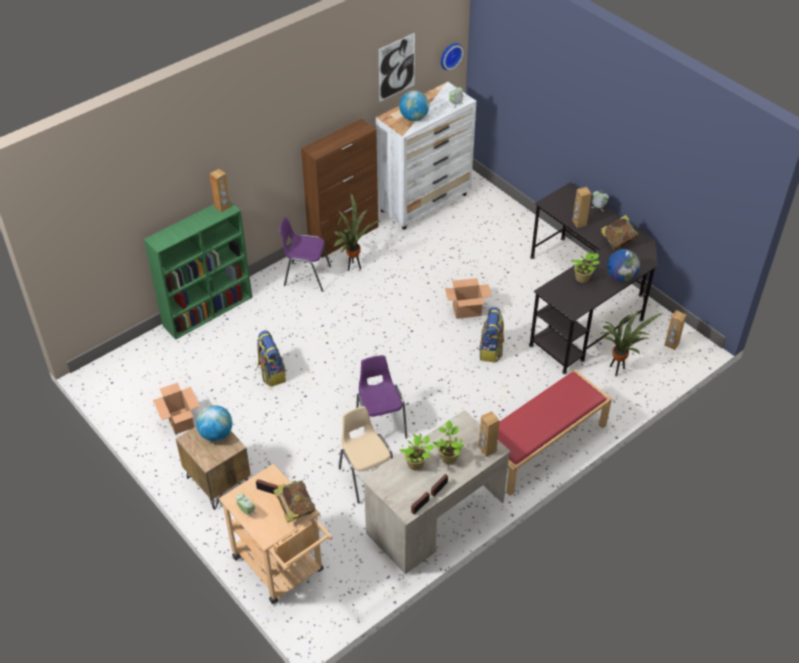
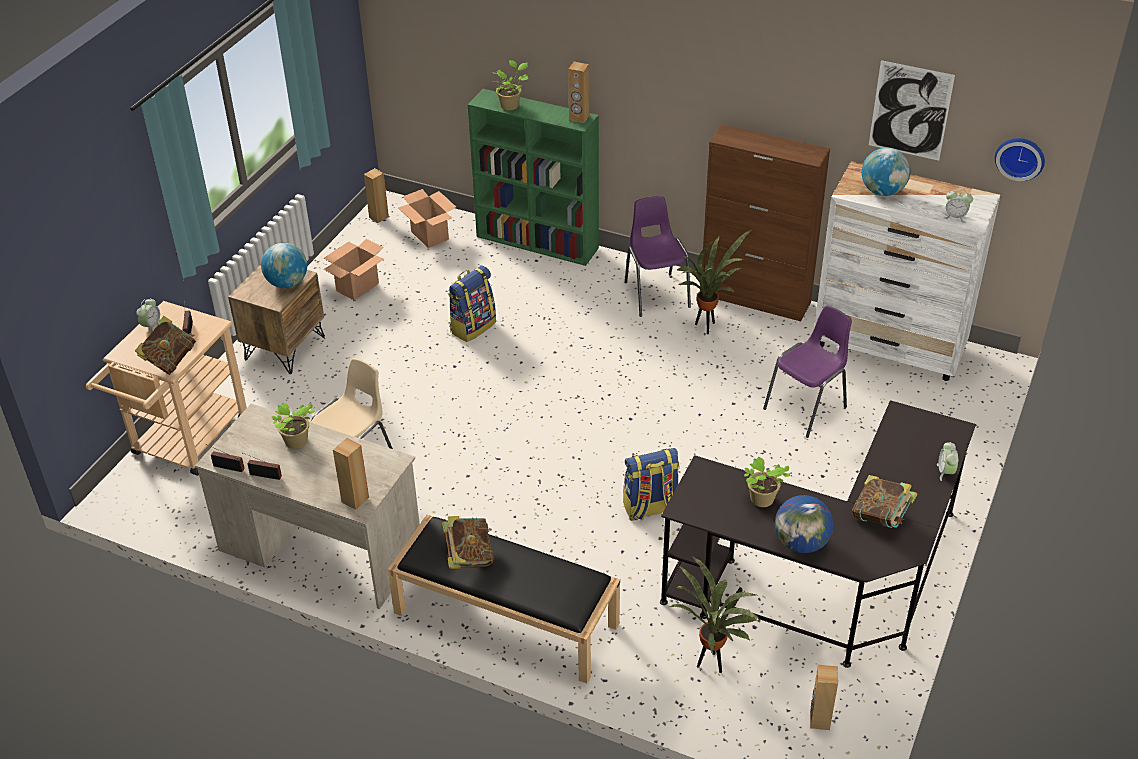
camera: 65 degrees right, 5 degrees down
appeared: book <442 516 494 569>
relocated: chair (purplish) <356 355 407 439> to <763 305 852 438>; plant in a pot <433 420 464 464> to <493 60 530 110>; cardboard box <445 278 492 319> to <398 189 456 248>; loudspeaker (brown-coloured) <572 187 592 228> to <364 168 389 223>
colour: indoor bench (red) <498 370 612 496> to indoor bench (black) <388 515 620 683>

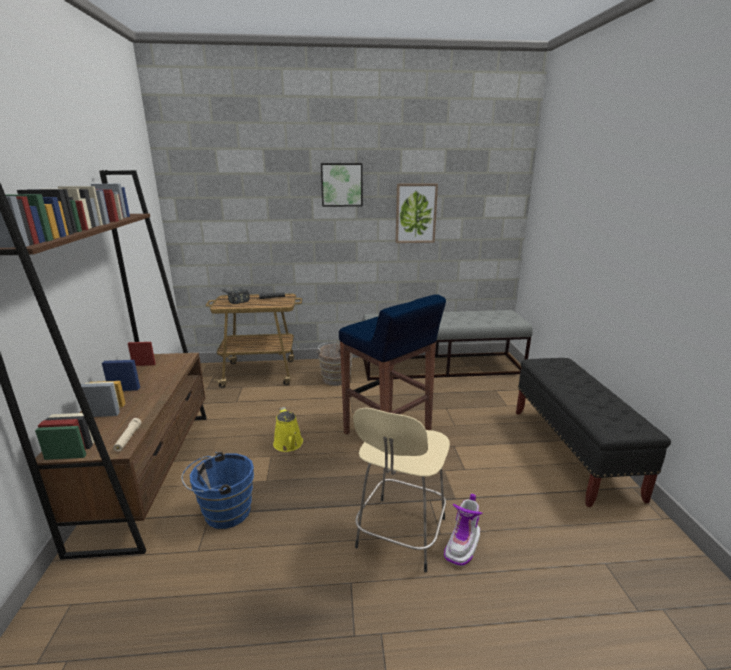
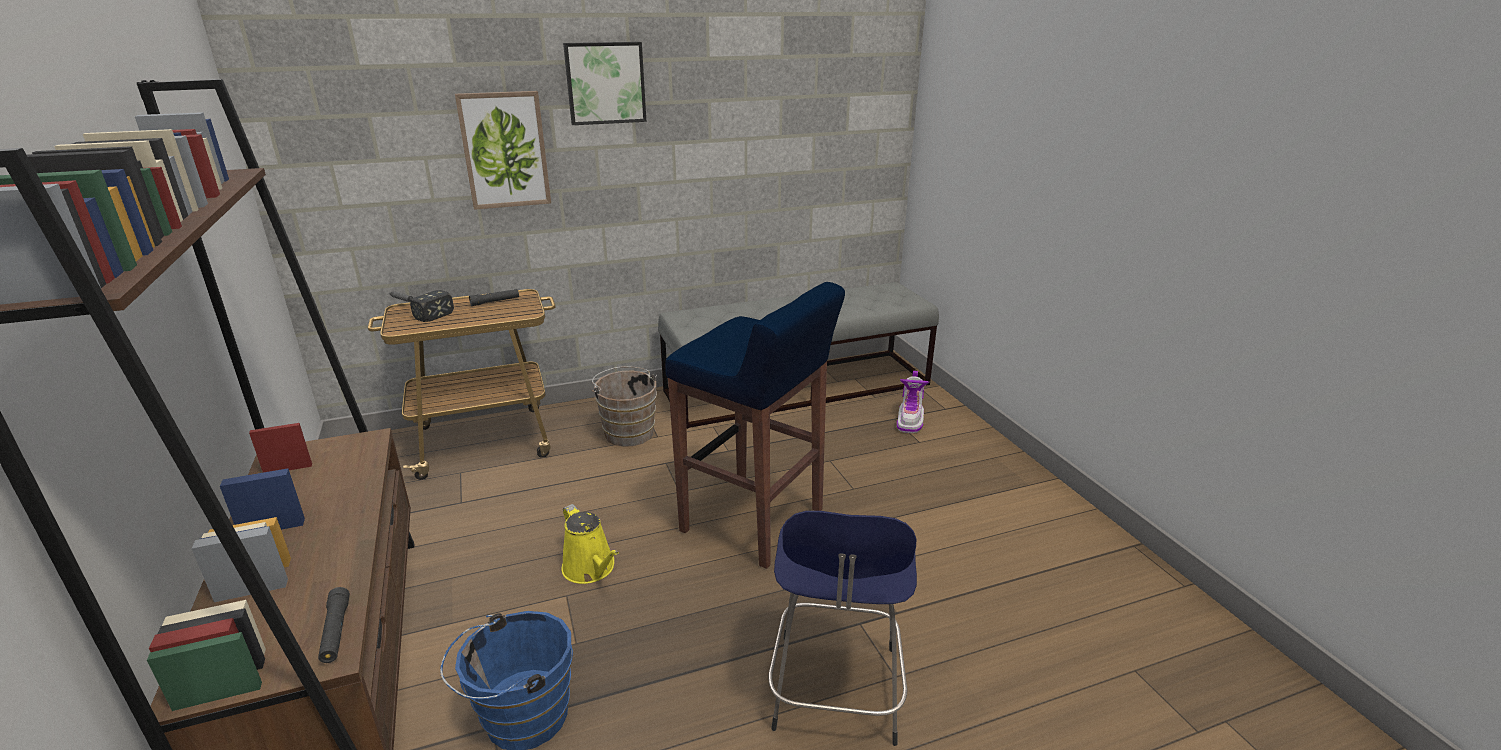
camera: 15 degrees left, 5 degrees up
missing: indoor bench (black) <516 358 671 507>
relocated: wall art <395 183 438 243> to <455 91 551 210>; boot <444 493 483 566> to <897 371 929 433>
colour: flashlight (beige-coloured) <113 418 142 452> to flashlight (black) <318 587 350 663>; stool (beige-coloured) <353 407 450 573> to stool (bluish) <768 511 917 746>

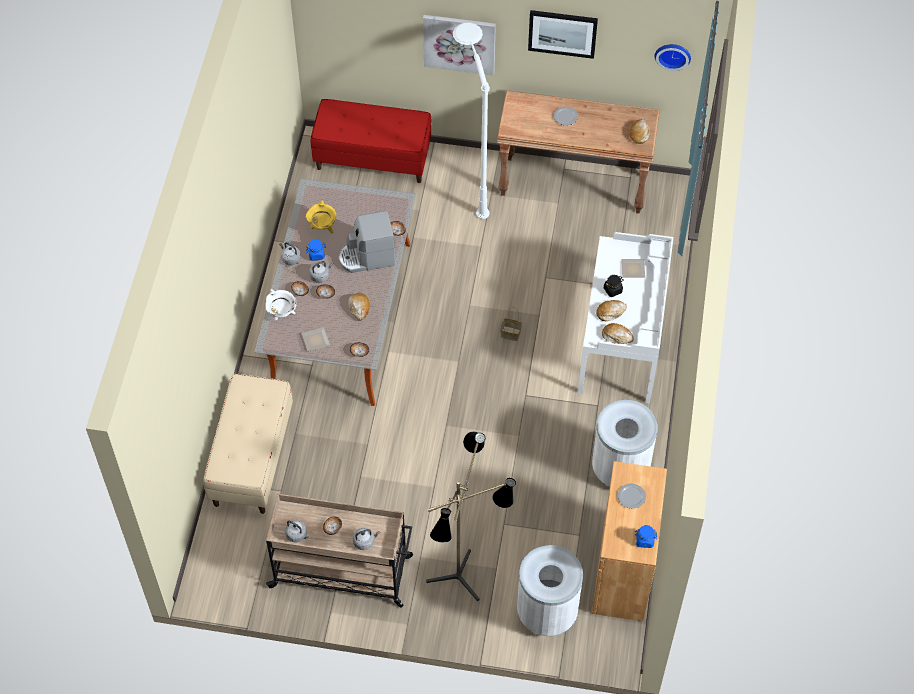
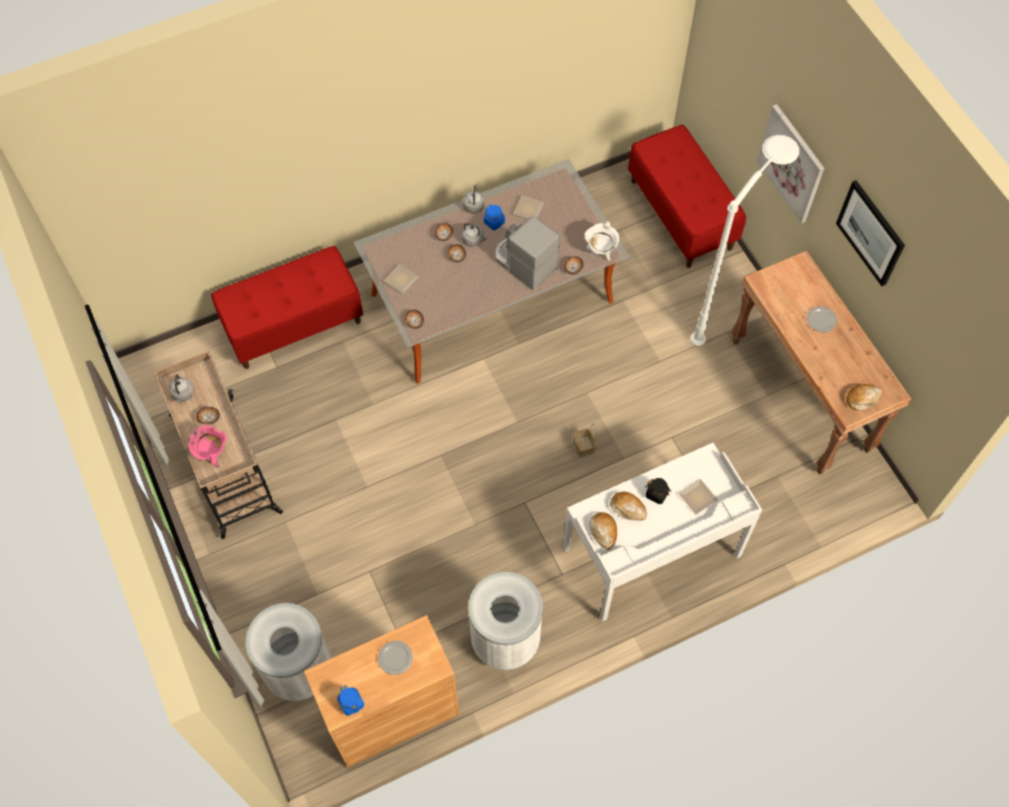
camera: 55 degrees right, 5 degrees up
missing: bakery bread <348 293 370 321>; standard lamp <426 432 516 601>; wall clock <655 44 691 71>
relocated: cooking pot (whitish) <265 289 297 321> to <584 221 619 261>
exchanged: cooking pot (yellow-coloured) <306 200 336 233> to flat dish <513 195 545 219>; water kettle (gray) <353 528 380 550> to cooking pot (pink-coloured) <188 425 227 467>
colour: indoor bench (beige-coloured) <203 374 293 514> to indoor bench (red) <211 246 363 369>

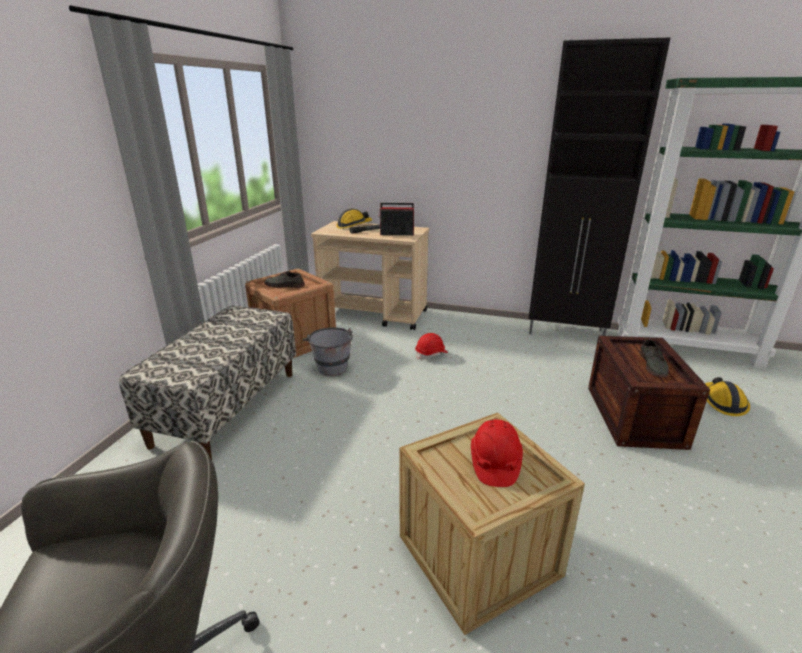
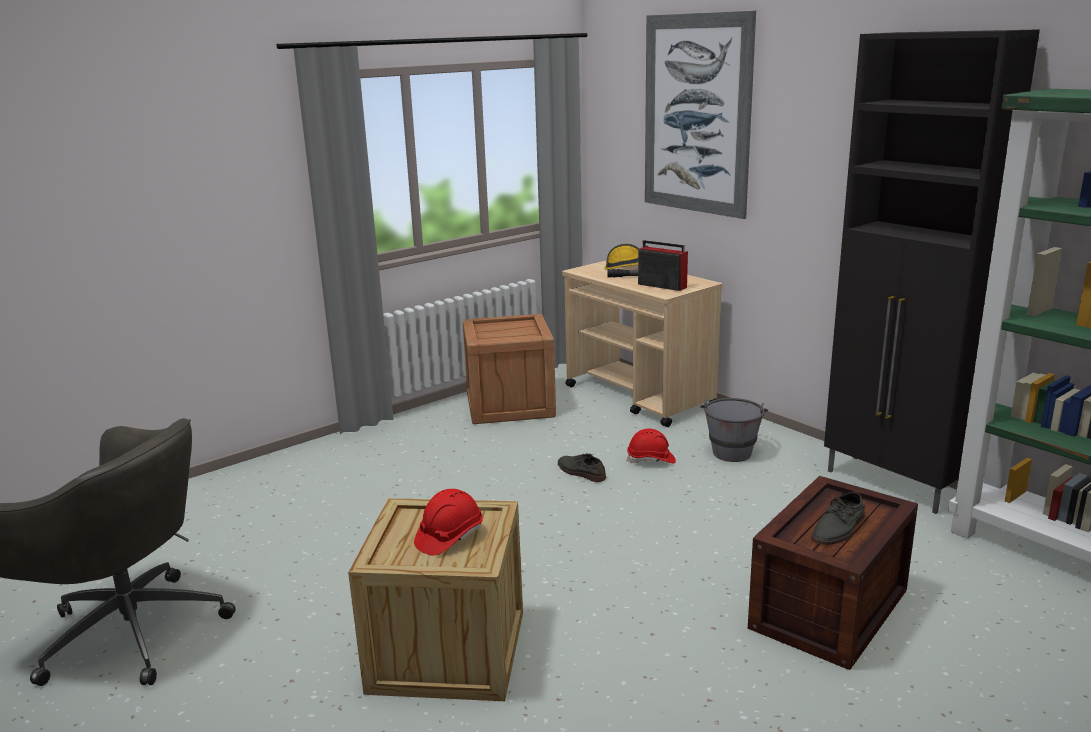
camera: 35 degrees right, 5 degrees down
missing: indoor bench <119 306 296 460>; work helmet <705 377 750 416>
appeared: wall art <645 11 756 219>
relocated: low shoe (gray) <264 271 305 288> to <558 453 606 482>; water bucket (gray) <303 327 353 376> to <700 398 768 462>

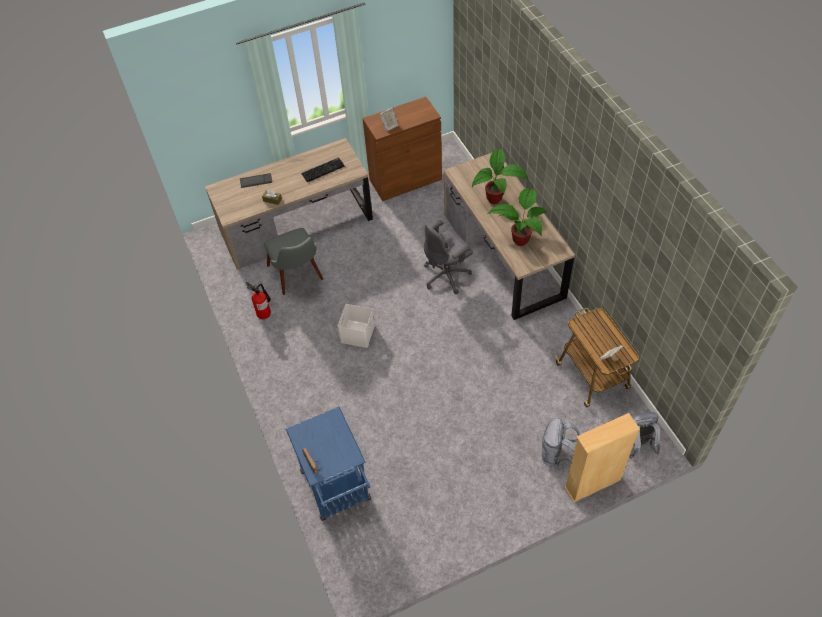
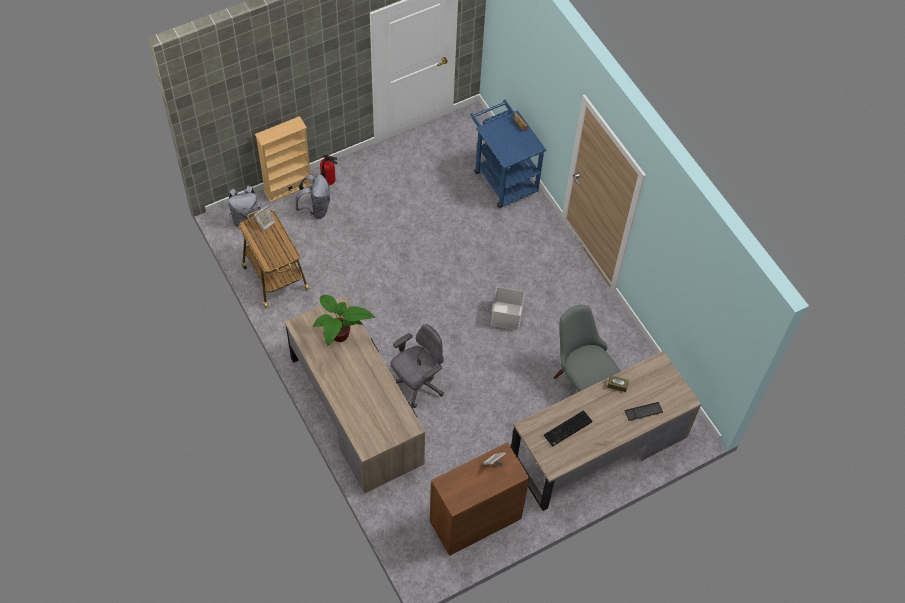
camera: 170 degrees right, 5 degrees up
missing: plant in a pot <472 149 529 204>
relocated: extinguisher <245 282 271 319> to <320 155 338 185>

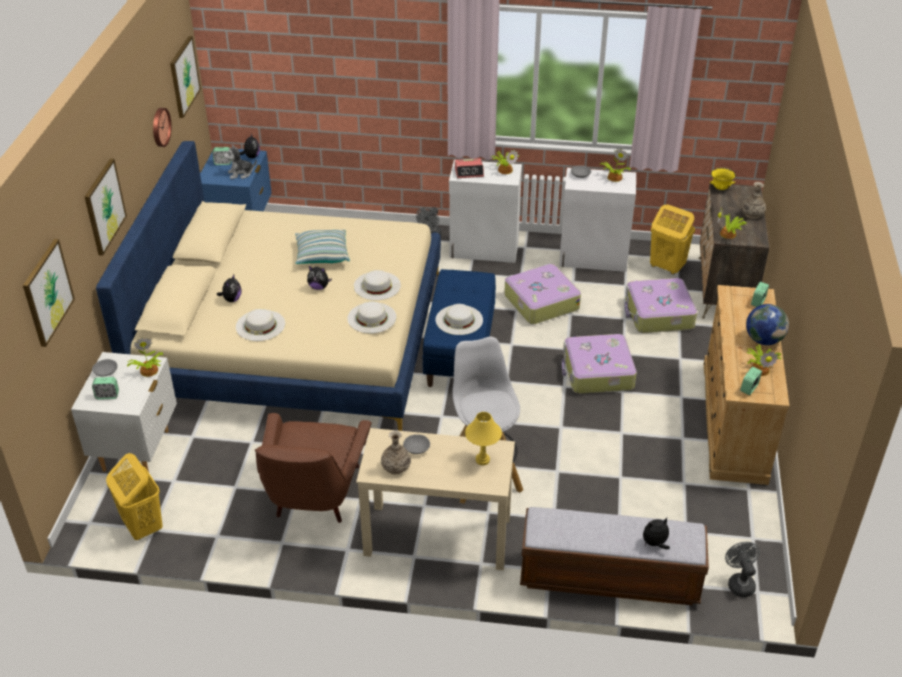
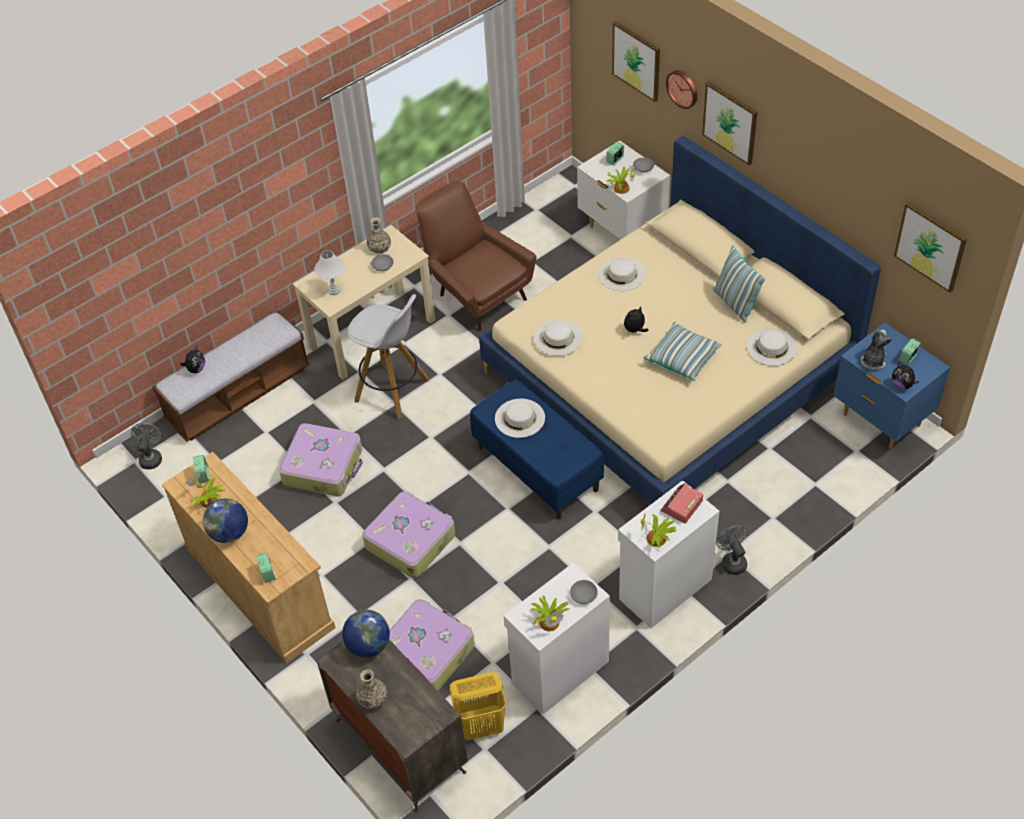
camera: 135 degrees right, 10 degrees up
missing: washing basket (yellow-coloured) <106 453 163 540>; cuddly toy <217 275 241 302>; deep dish (yellow-coloured) <710 167 736 190>
appeared: pillow <713 246 765 323>
relocated: wall clock <153 108 171 147> to <666 70 697 109>; wearable hat (whitish) <354 270 401 300> to <747 328 797 366>; piece of luggage <504 264 581 324> to <279 423 363 497>
exchanged: plant in a pot <717 208 746 239> to globe <342 610 390 657>
colour: table lamp (yellow-coloured) <465 412 502 465> to table lamp (whitish) <314 250 345 295>
spun: cooling fan (gray) <725 542 760 597> = <131 423 162 469> 120 degrees counterclockwise

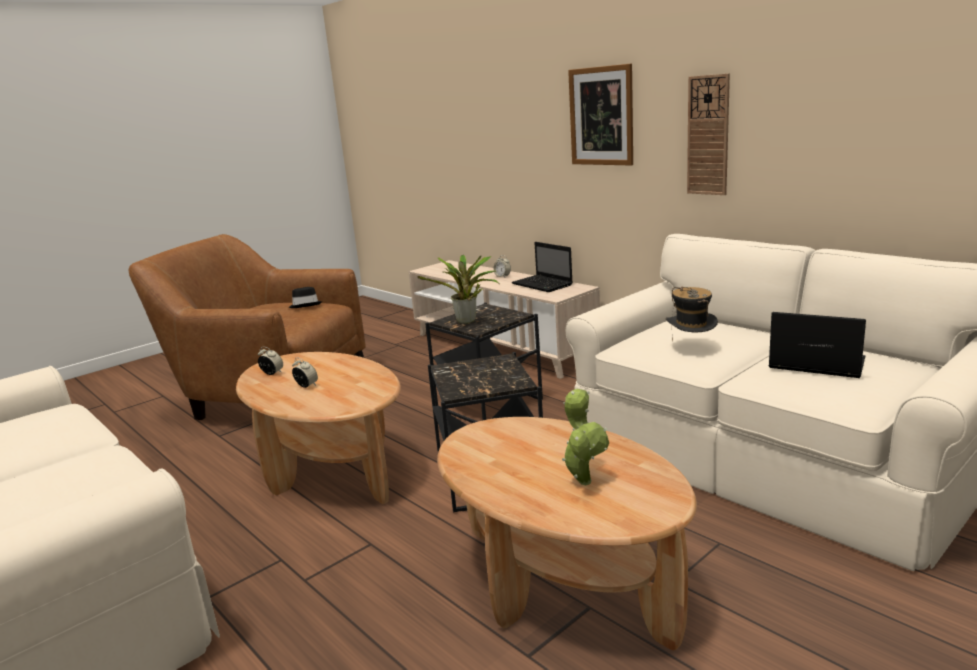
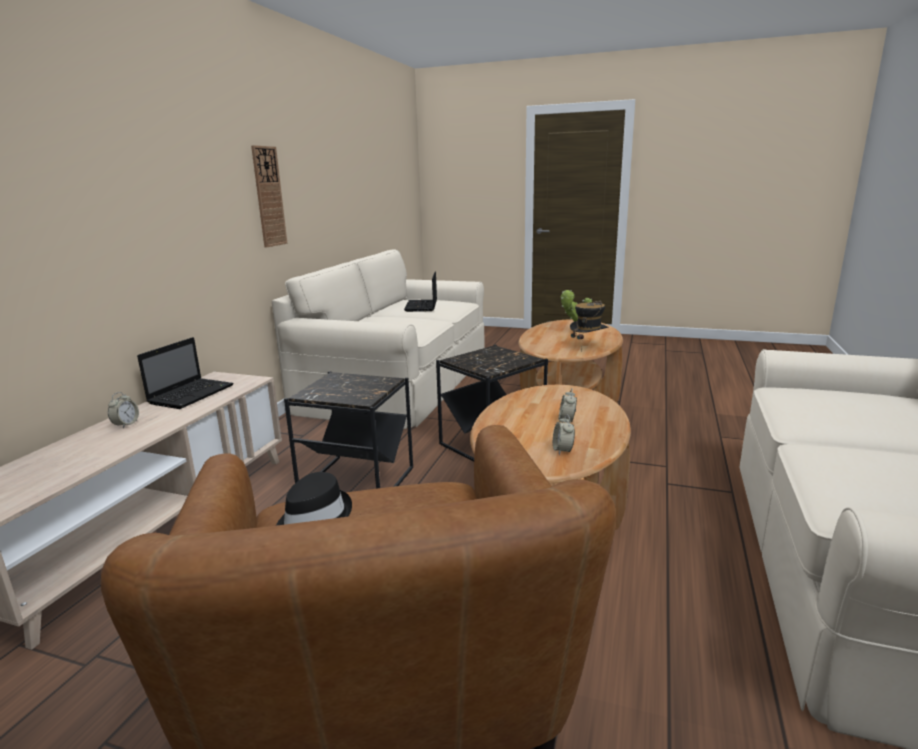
camera: 120 degrees left, 0 degrees up
missing: plant in a pot <418 255 500 324>; wall art <568 64 633 165>
relocated: wearable hat <666 286 718 342> to <570 301 608 351>

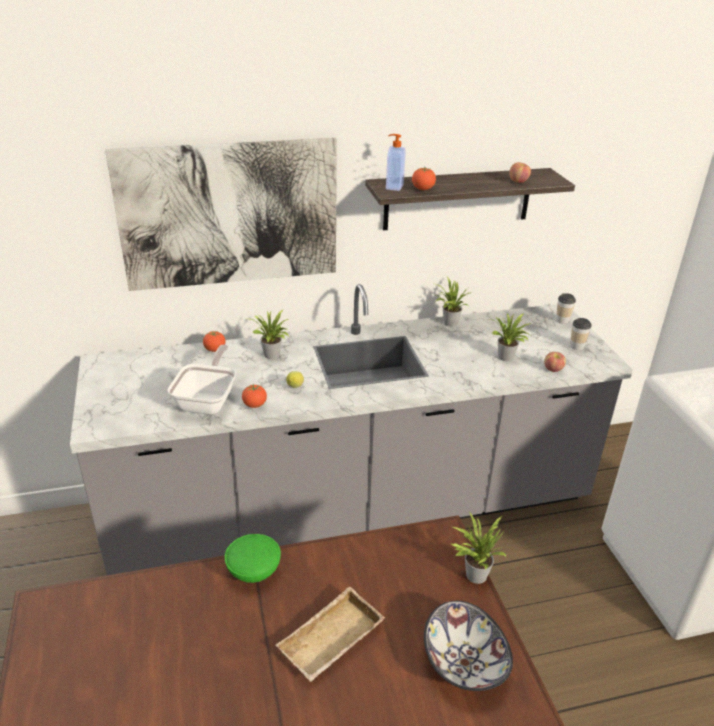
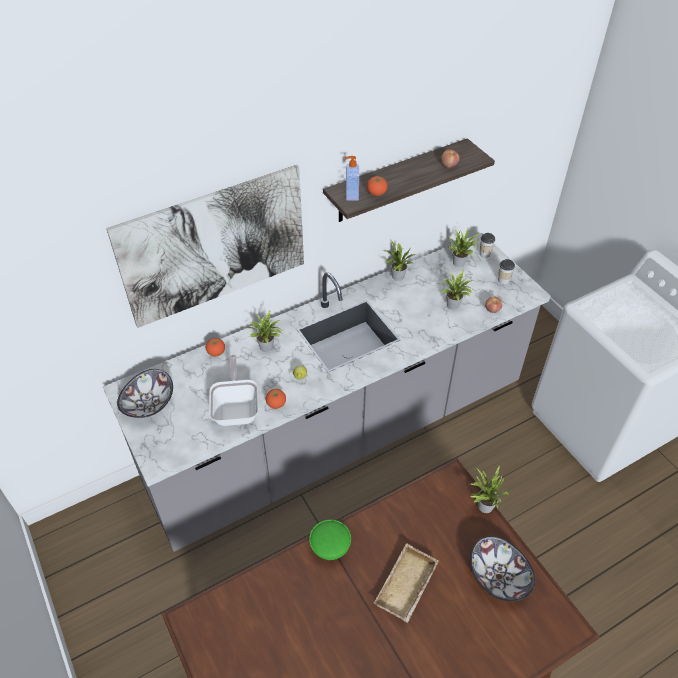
camera: 15 degrees left, 15 degrees up
appeared: deep dish <117 369 173 418>; plant in a pot <446 228 480 267>

